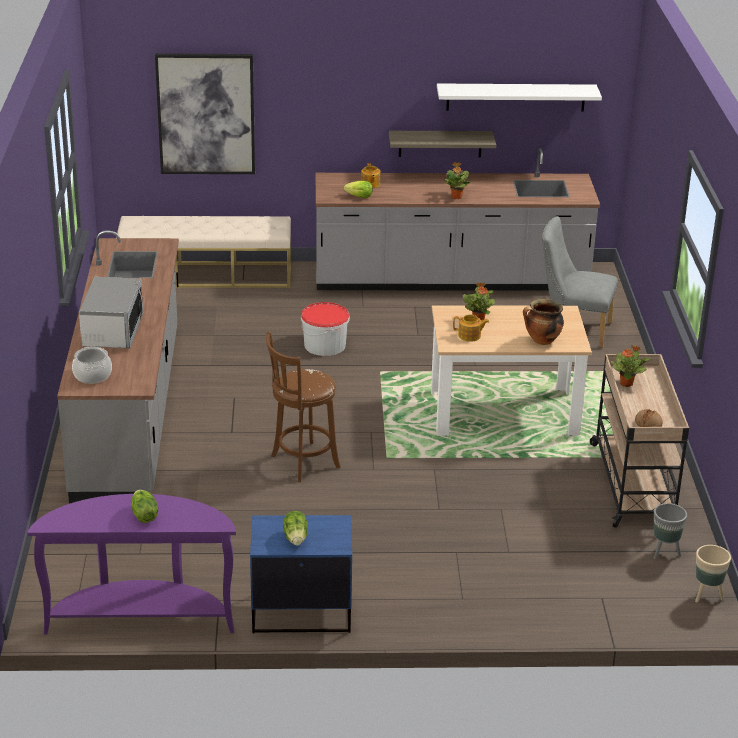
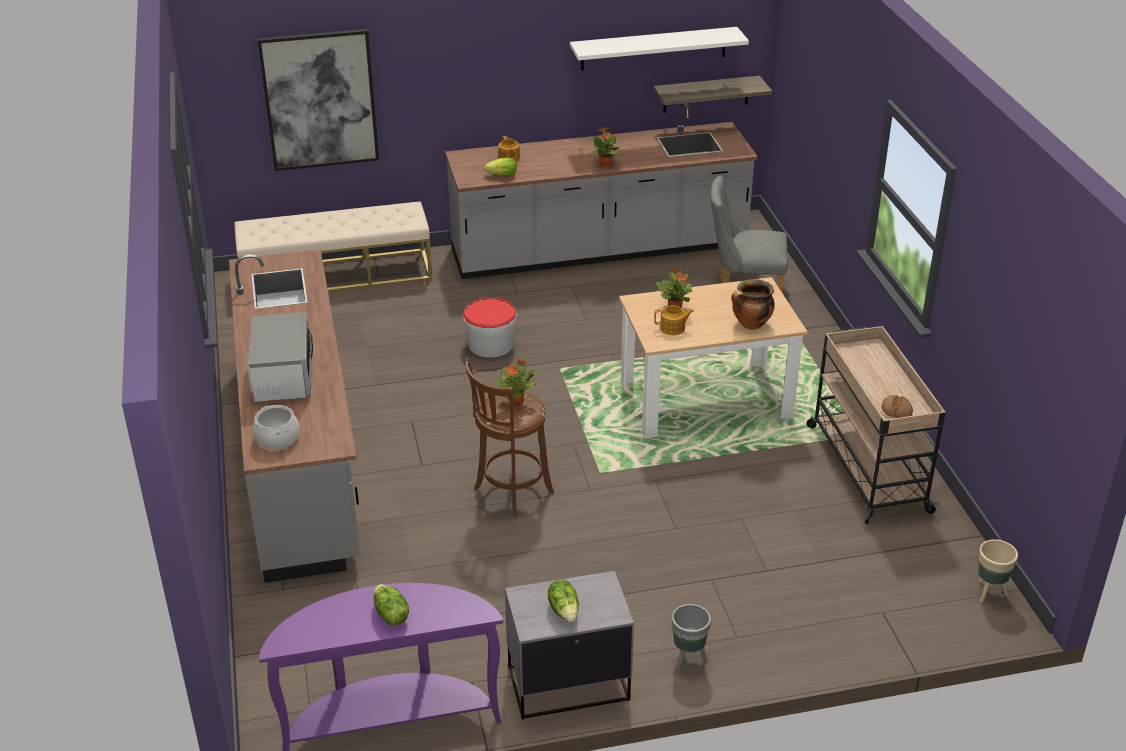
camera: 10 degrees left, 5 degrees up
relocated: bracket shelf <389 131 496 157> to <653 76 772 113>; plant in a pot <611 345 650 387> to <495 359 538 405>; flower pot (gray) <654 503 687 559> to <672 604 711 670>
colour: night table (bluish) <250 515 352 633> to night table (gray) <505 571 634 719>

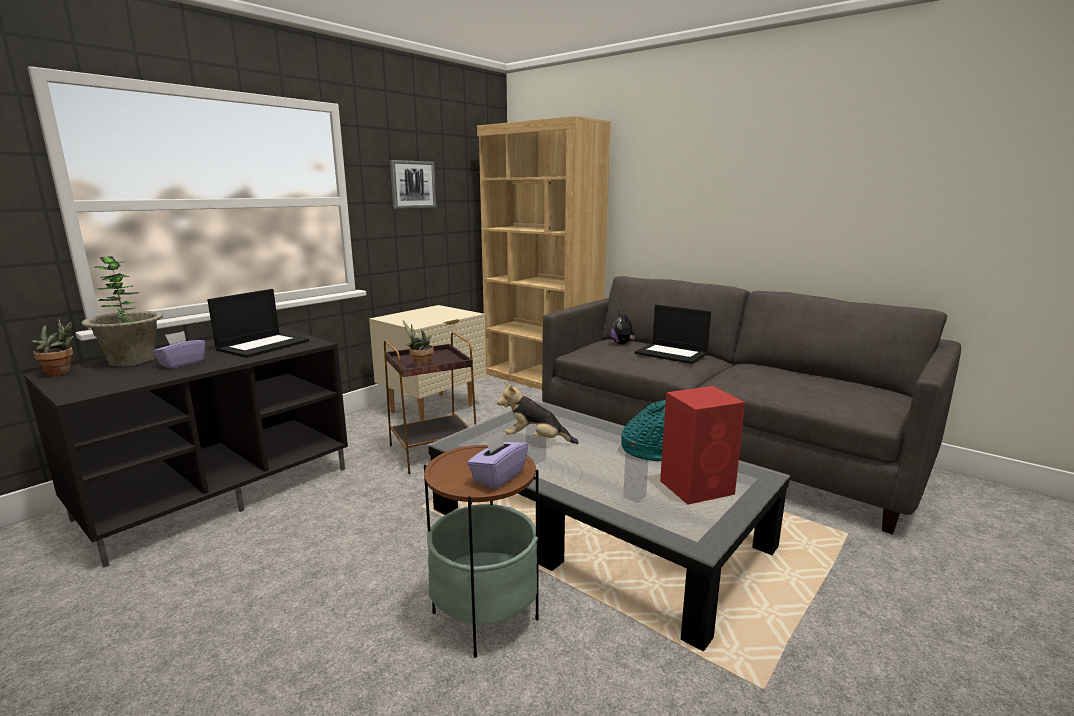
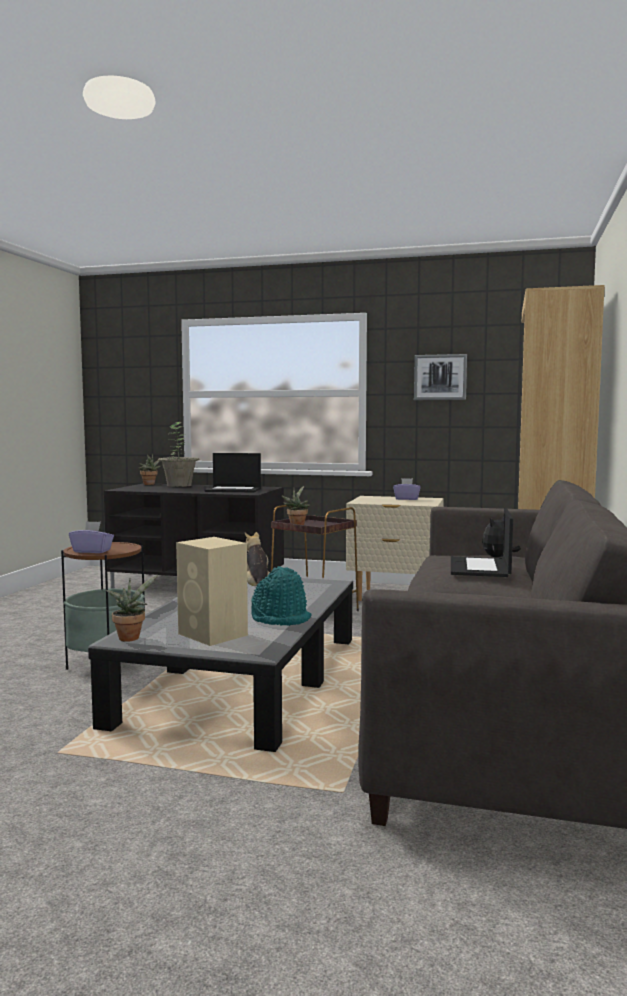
camera: 65 degrees right, 10 degrees down
appeared: plant in a pot <106 575 158 642>
relocated: tissue holder (purplish) <153 331 205 369> to <393 478 421 500>
colour: loudspeaker (red) <660 386 745 505> to loudspeaker (beige-coloured) <176 537 248 646>

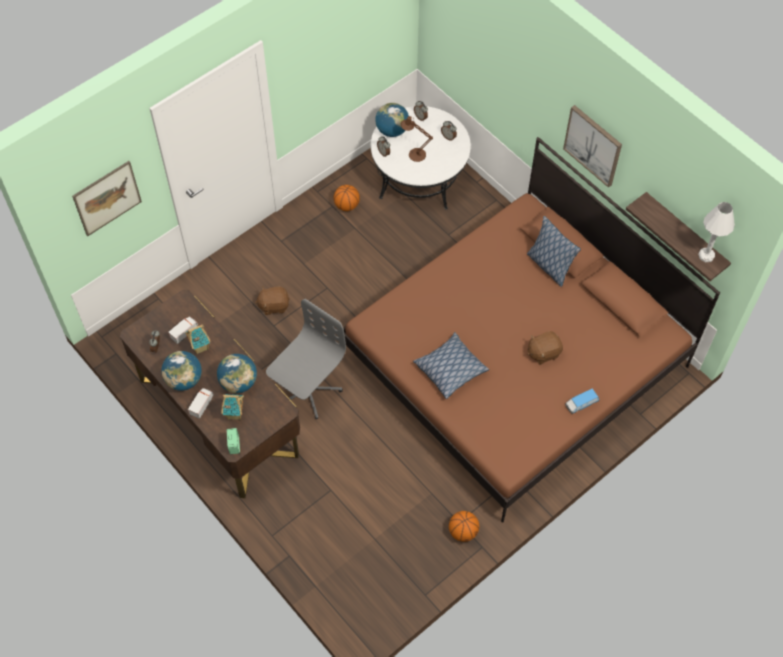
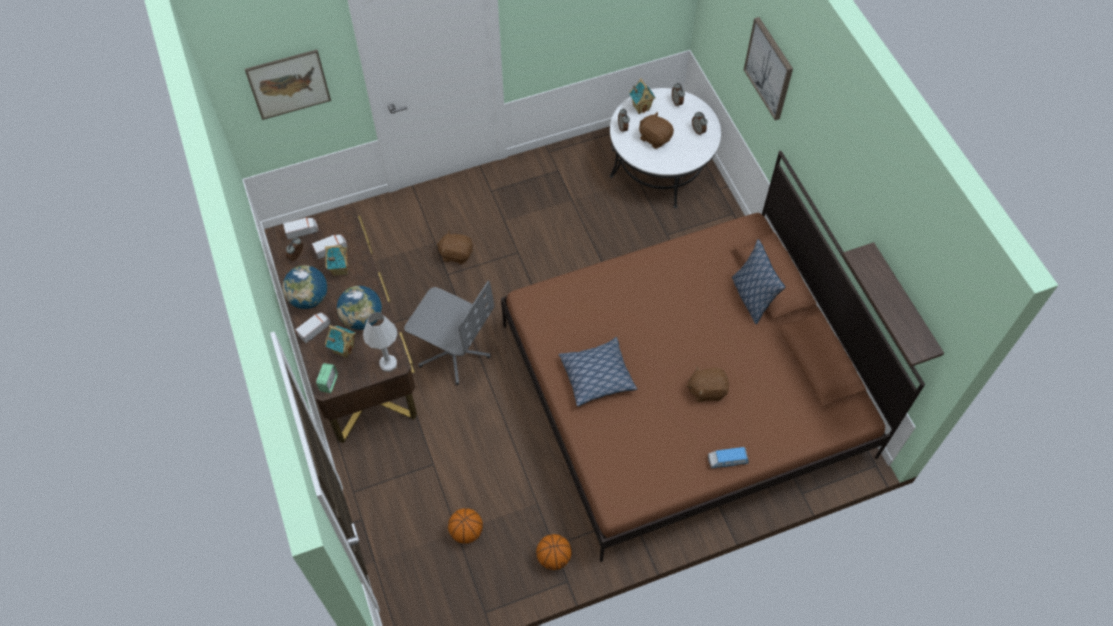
camera: 20 degrees right, 0 degrees up
appeared: toy lorry <283 217 319 239>
relocated: basketball <334 185 360 211> to <448 508 483 543>; wall art <563 105 622 188> to <744 17 793 120>; table lamp (whitish) <698 202 735 262> to <363 312 397 372>
exchanged: globe <375 103 409 137> to miniature house <629 78 656 114>; table lamp (brown-coloured) <401 116 433 162> to cuddly toy (brown-coloured) <639 112 674 149>
spun: desk chair (gray) <266 299 346 419> = <404 281 494 385> 60 degrees clockwise

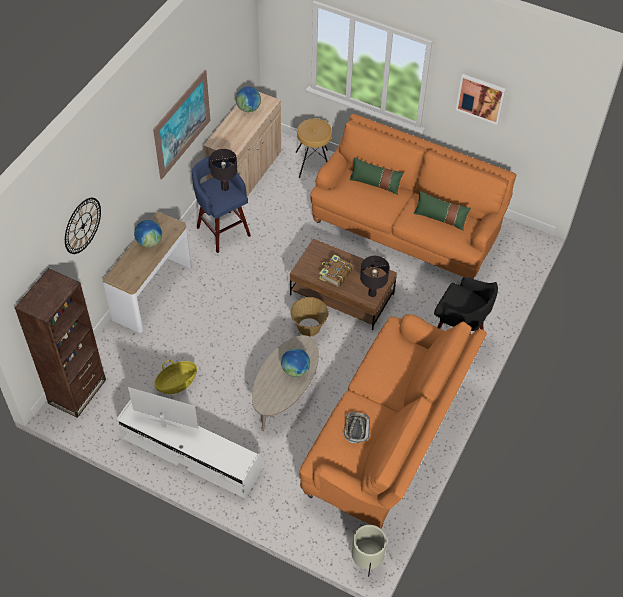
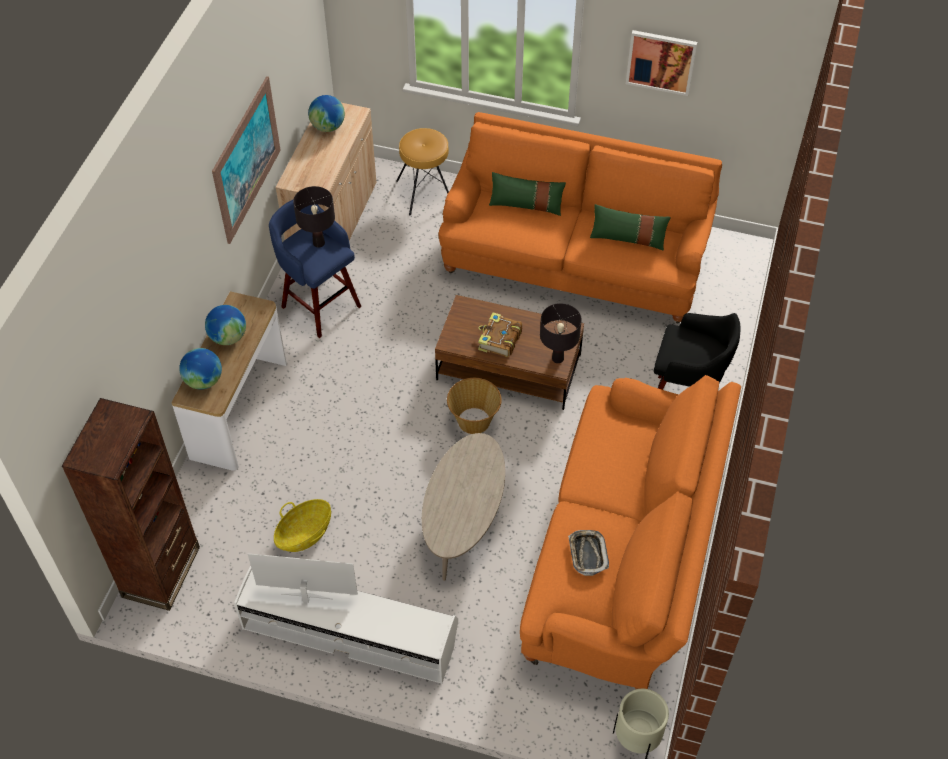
camera: 10 degrees left, 0 degrees up
missing: wall clock <65 198 101 254>
relocated: globe <281 348 310 377> to <179 348 222 390>

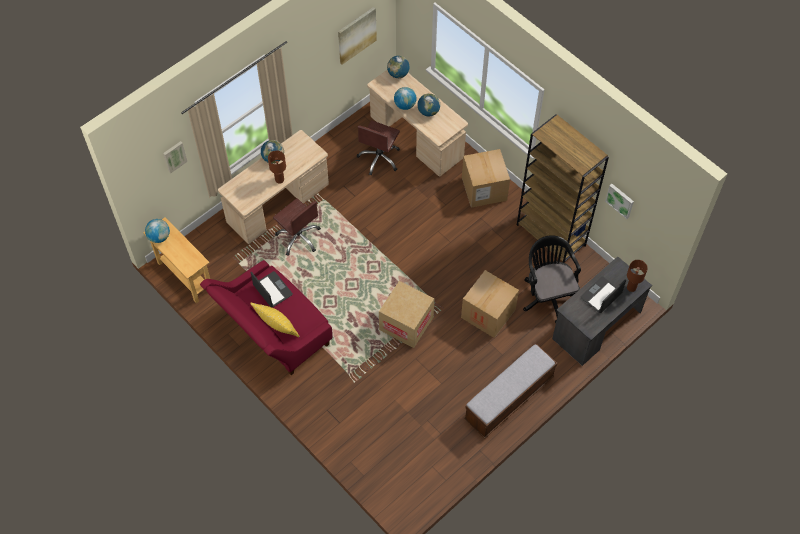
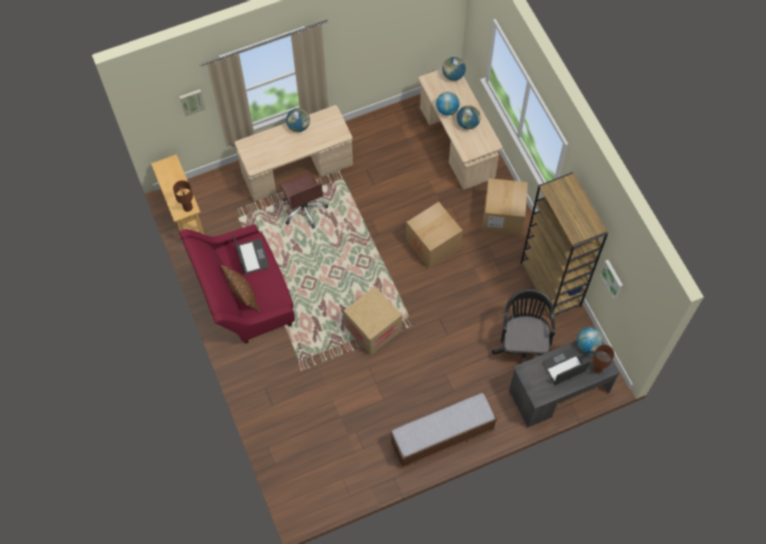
camera: 20 degrees right, 5 degrees up
missing: wall art <338 7 377 65>; desk chair (brown-coloured) <357 120 400 176>
relocated: globe <145 219 170 243> to <577 327 603 353>; table lamp (brown-coloured) <268 151 286 184> to <173 180 193 212>; cardboard box <461 270 519 338> to <406 202 463 268>
colour: pillow (yellow-coloured) <250 302 299 337> to pillow (brown-coloured) <221 265 259 312>

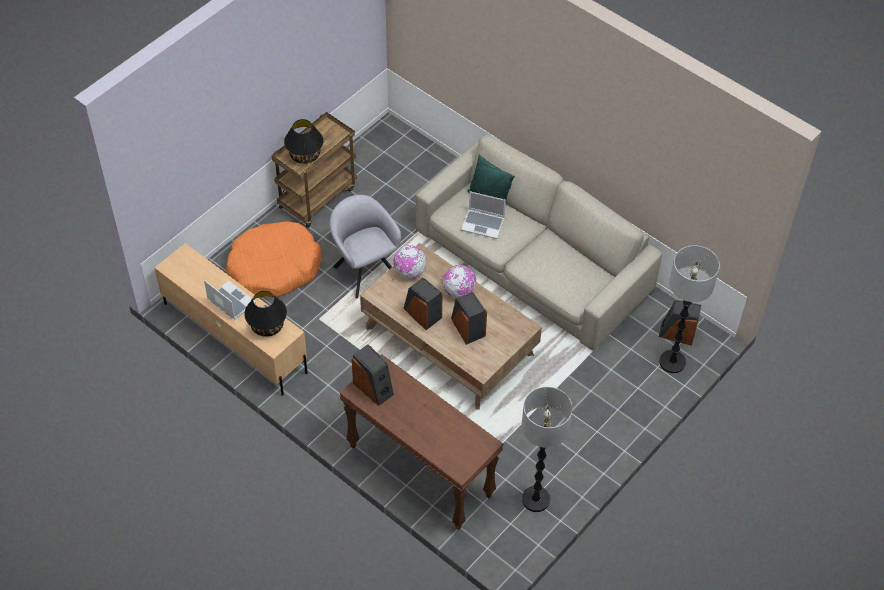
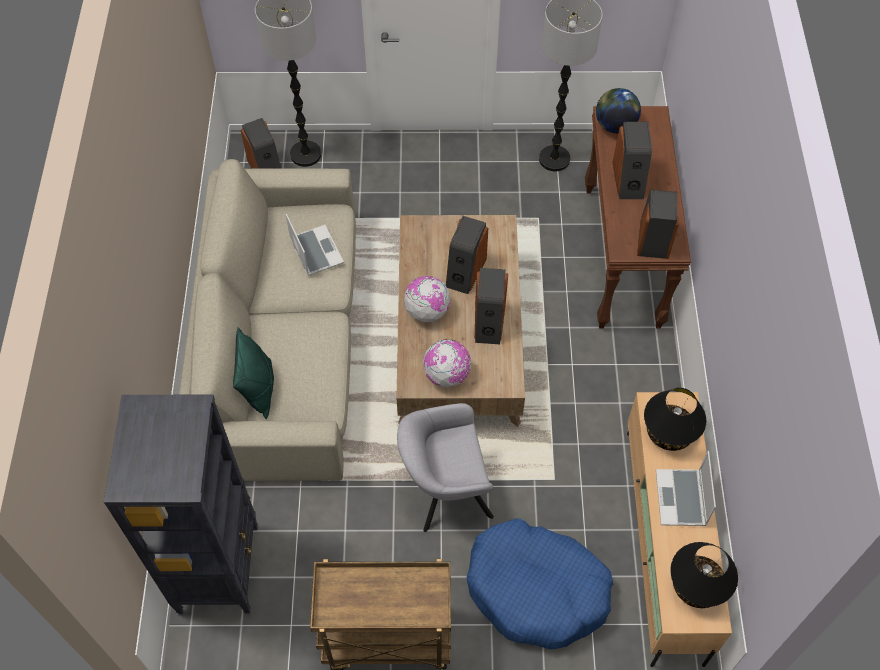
camera: 130 degrees left, 5 degrees up
appeared: bookshelf (black) <104 394 258 614>; globe <596 88 641 133>; loudspeaker <612 122 652 199>
relocated: table lamp (black) <284 119 323 164> to <671 542 738 608>; laptop <461 191 506 239> to <286 214 344 276>
colour: dog bed (orange-coloured) <226 222 322 298> to dog bed (bluish) <467 518 613 650>
spun: armchair (gray) <330 195 401 299> = <397 403 494 532> 60 degrees clockwise

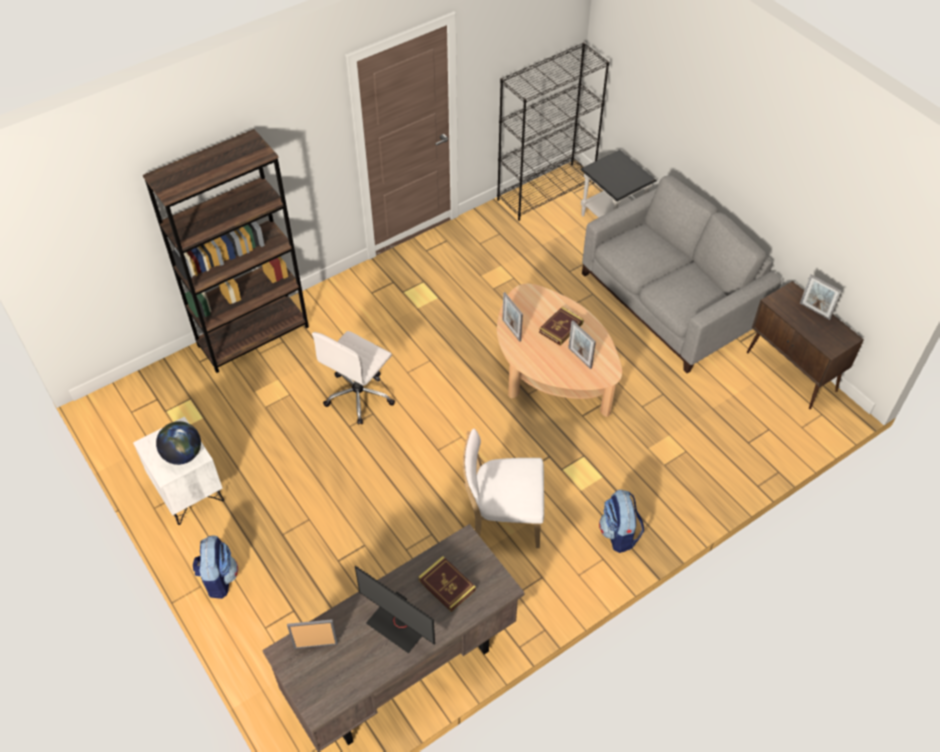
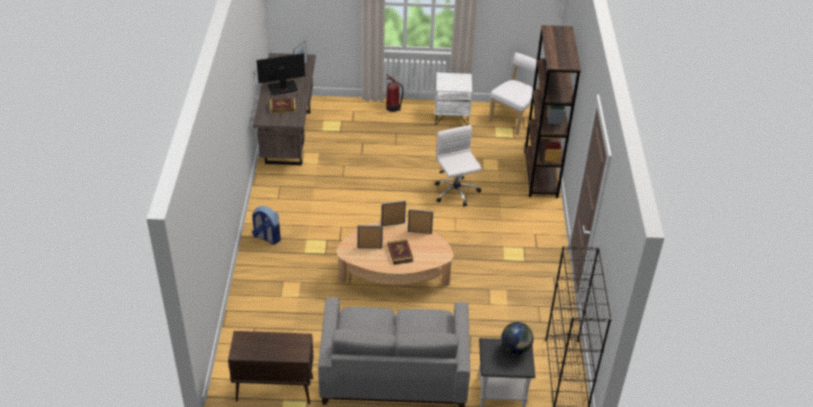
camera: 125 degrees right, 10 degrees down
relocated: globe <156 421 201 465> to <501 322 534 354>; chair (whitish) <463 428 544 548> to <489 52 540 135>; standing frame <800 274 842 320> to <381 201 406 226>
exchanged: rucksack <193 535 238 599> to extinguisher <386 74 403 112>

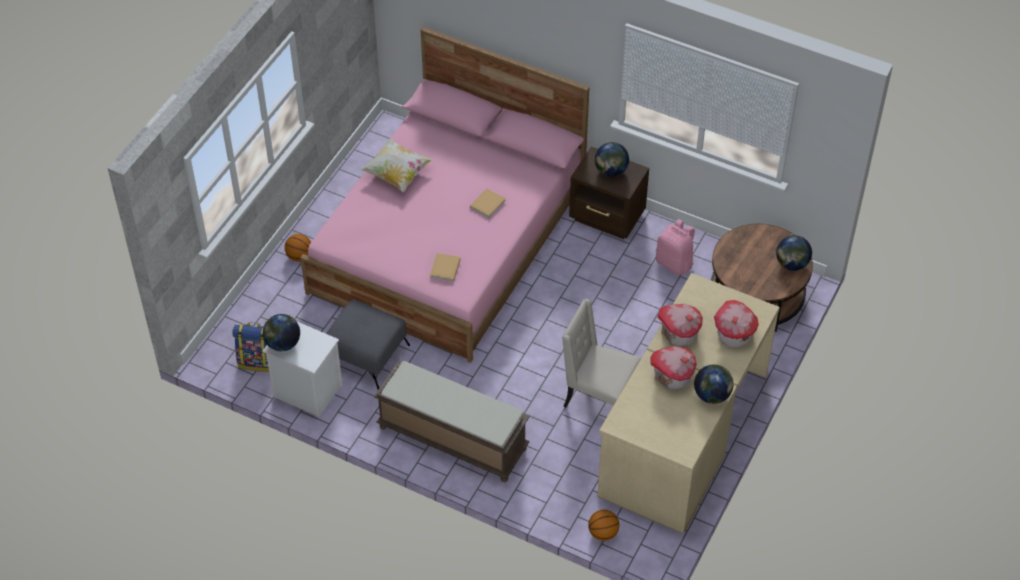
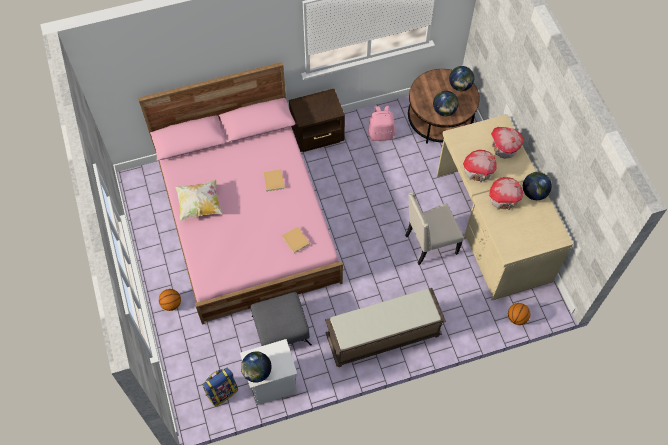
camera: 45 degrees left, 10 degrees up
relocated: globe <595 142 629 177> to <433 91 459 116>

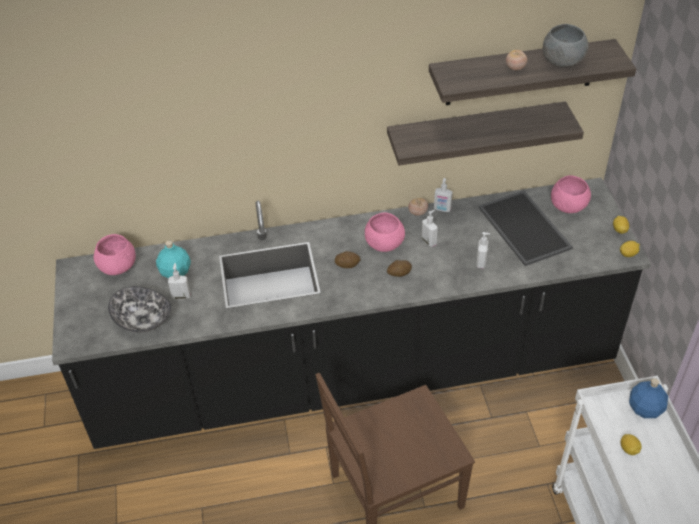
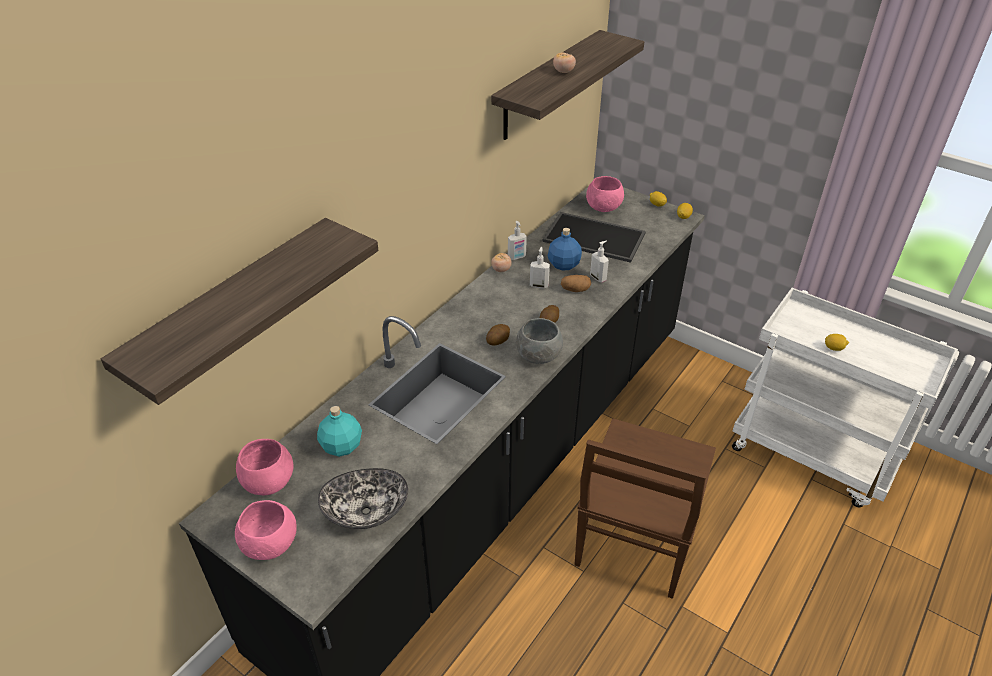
camera: 45 degrees left, 5 degrees down
missing: soap bottle <168 263 191 299>
appeared: whole potato <561 275 591 292>
relocated: deep dish (pink-coloured) <365 212 405 252> to <235 500 297 560>; bracket shelf <387 101 584 166> to <101 218 378 405>; deep dish (gray) <543 24 589 67> to <516 318 563 364>; beverage bottle (bluish) <629 378 668 418> to <548 228 582 271>

